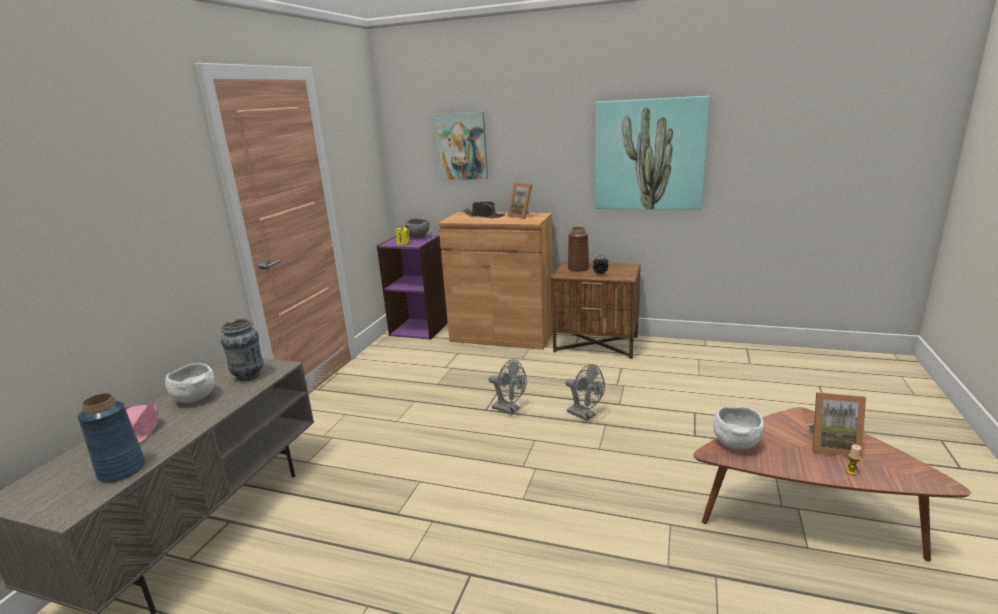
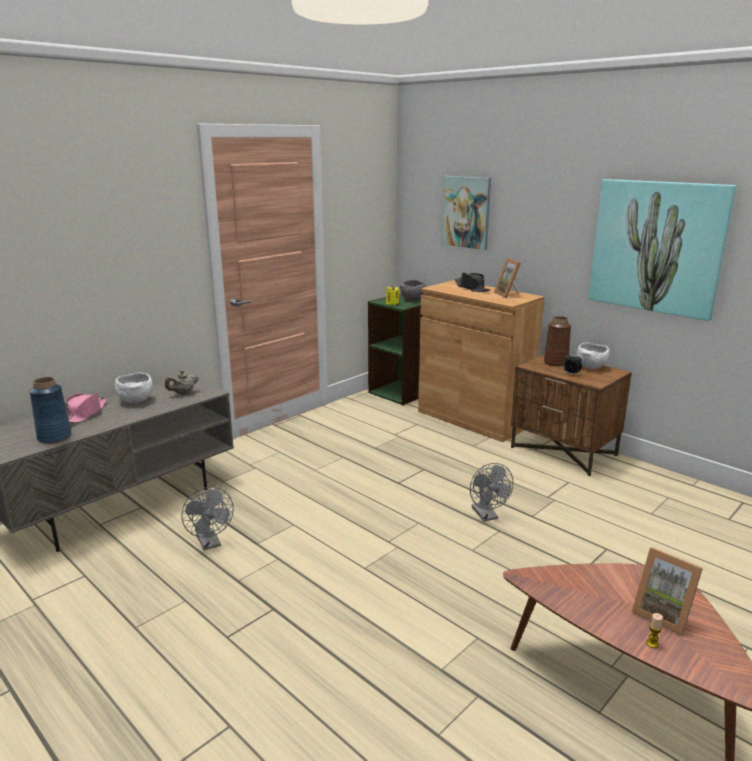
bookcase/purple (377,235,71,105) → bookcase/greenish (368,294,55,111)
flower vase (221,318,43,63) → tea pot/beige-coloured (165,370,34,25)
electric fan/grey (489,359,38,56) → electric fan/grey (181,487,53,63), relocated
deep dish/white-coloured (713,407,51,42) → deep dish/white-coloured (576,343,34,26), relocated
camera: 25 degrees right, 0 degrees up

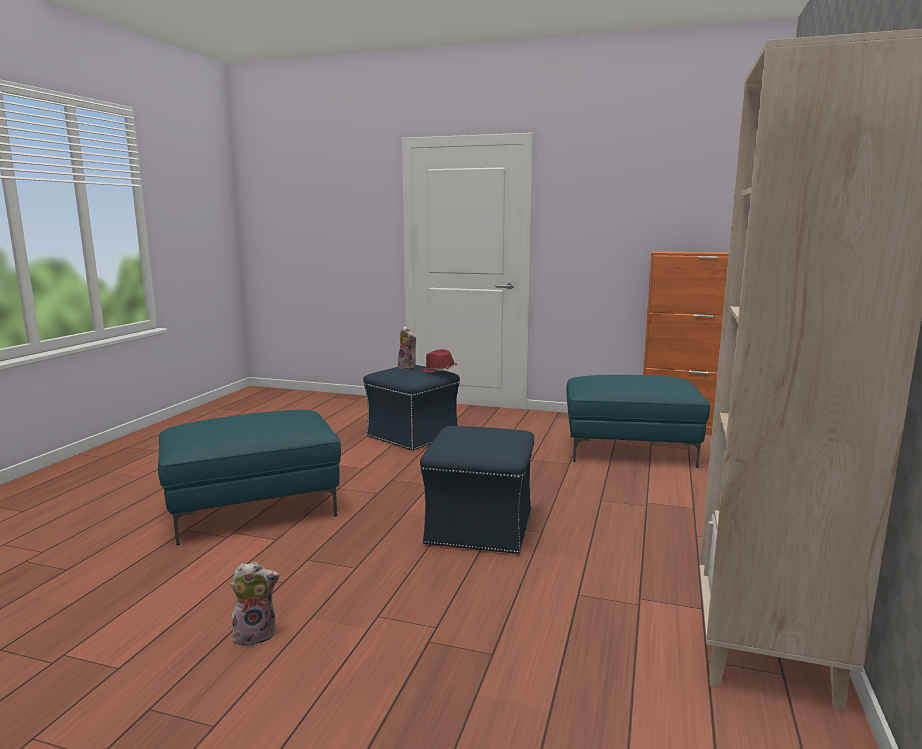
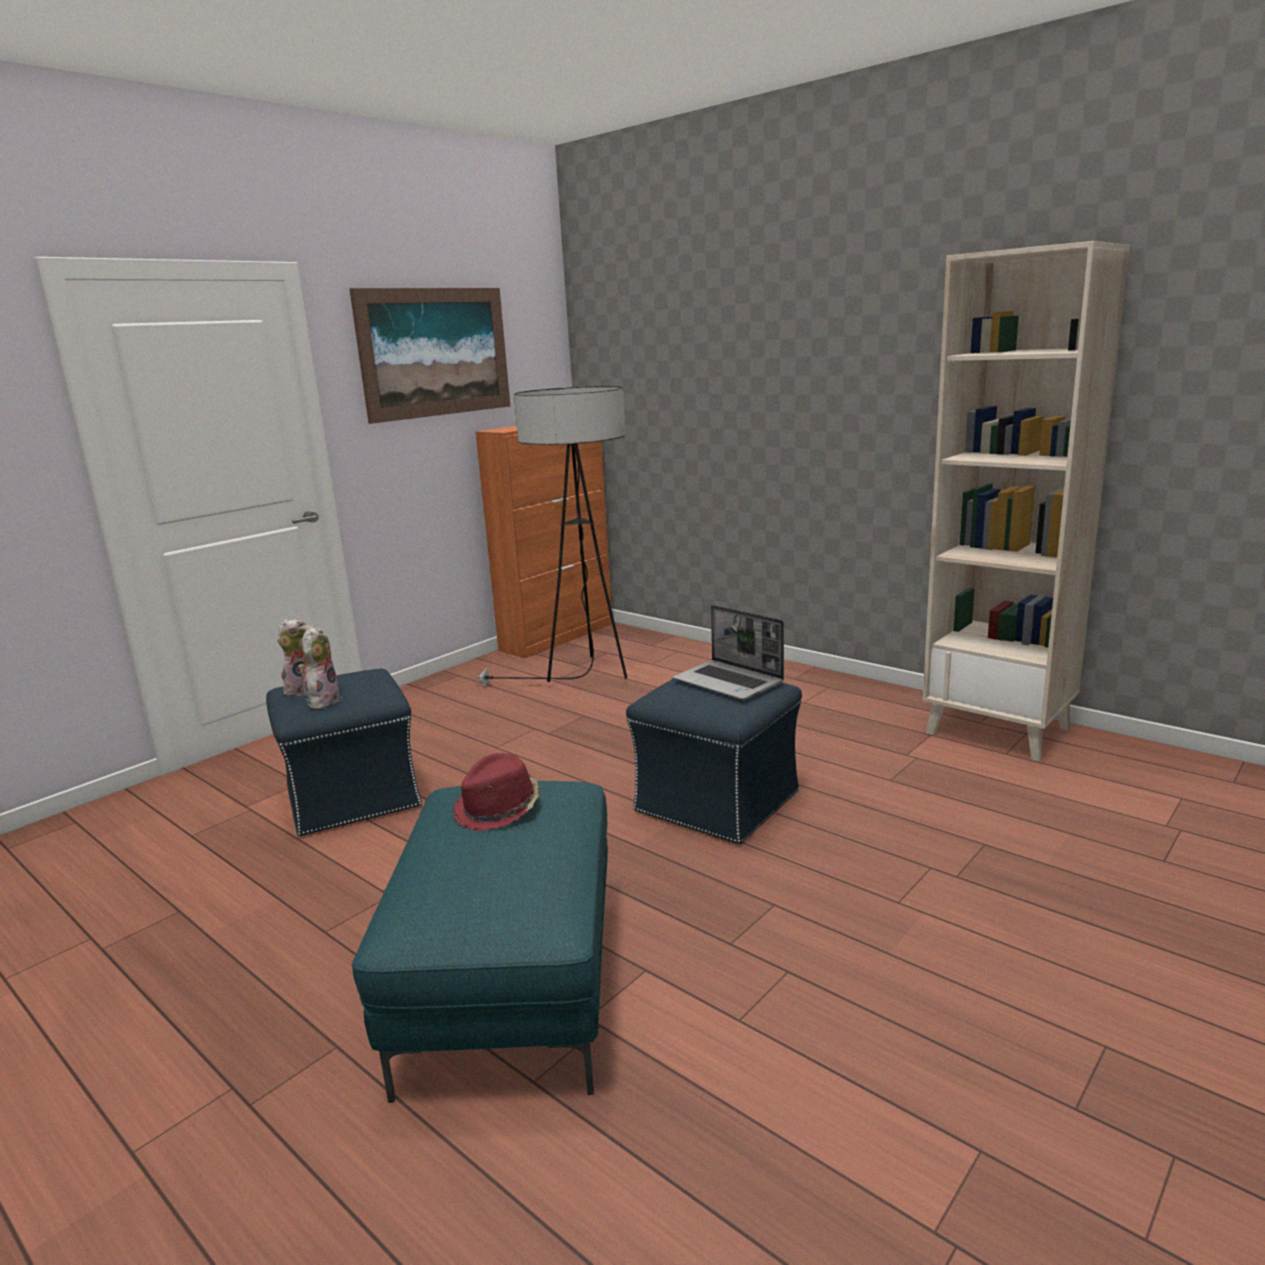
clothing hat/red-coloured (422,349,35,24) → clothing hat/red-coloured (453,753,86,78), relocated
footrest/turquoise (566,375,144,93) → standing lamp (475,386,152,301)
cuddly toy (231,562,48,84) → cuddly toy (298,626,43,83), relocated
- → wall art (349,288,161,136)
- → laptop (673,605,111,95)
camera: 65 degrees left, 5 degrees up

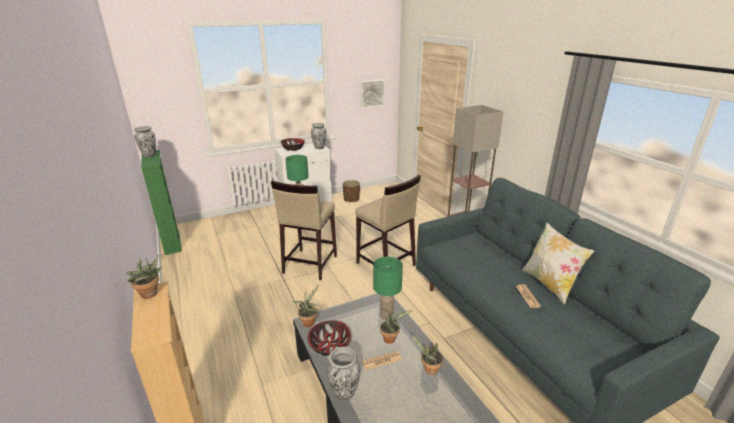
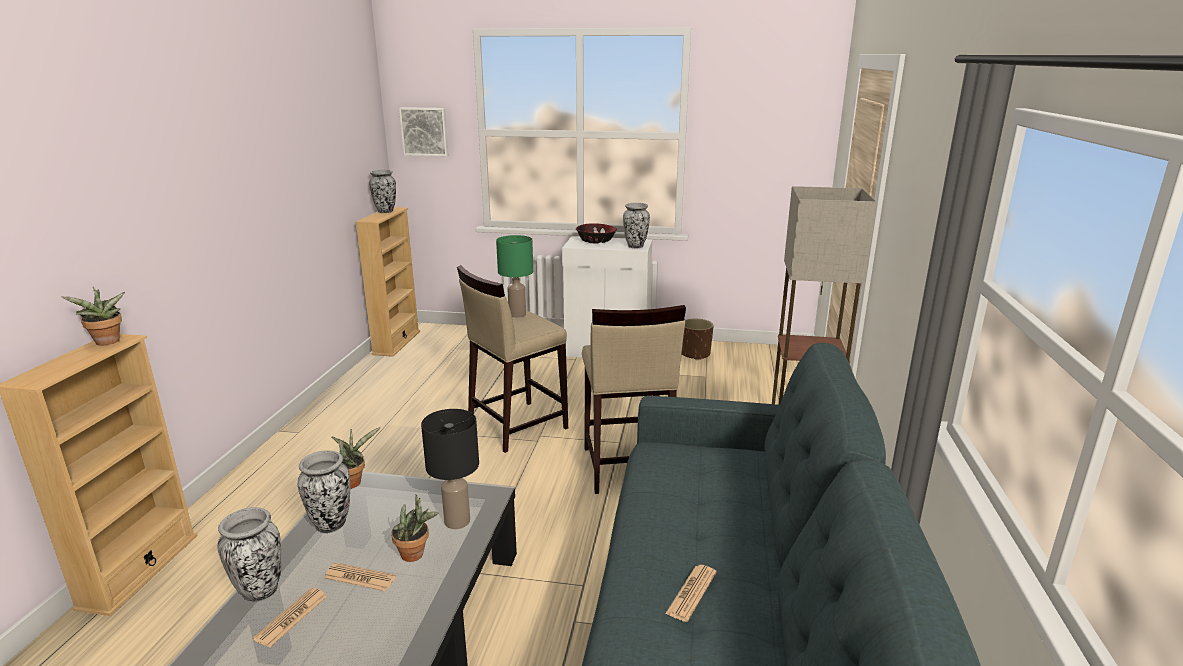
wall art (360,79,25,29) → wall art (399,107,50,49), relocated
bookcase/greenish (141,150,41,105) → bookcase/beige-coloured (355,207,65,150)
pillow (522,223,72,82) → -
table lamp/greenish (373,257,30,63) → table lamp/black (421,409,58,120)
deep dish (307,320,44,36) → flower vase (298,450,52,83)
houseplant (410,333,33,42) → -
- → newspaper (253,588,75,60)
camera: 35 degrees right, 5 degrees down

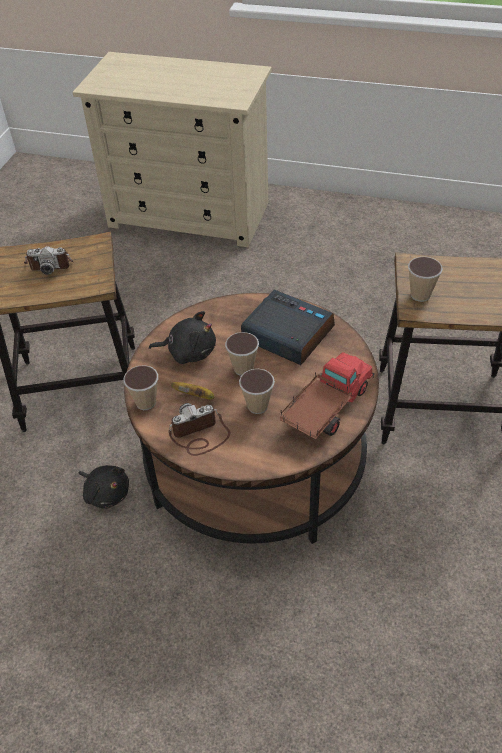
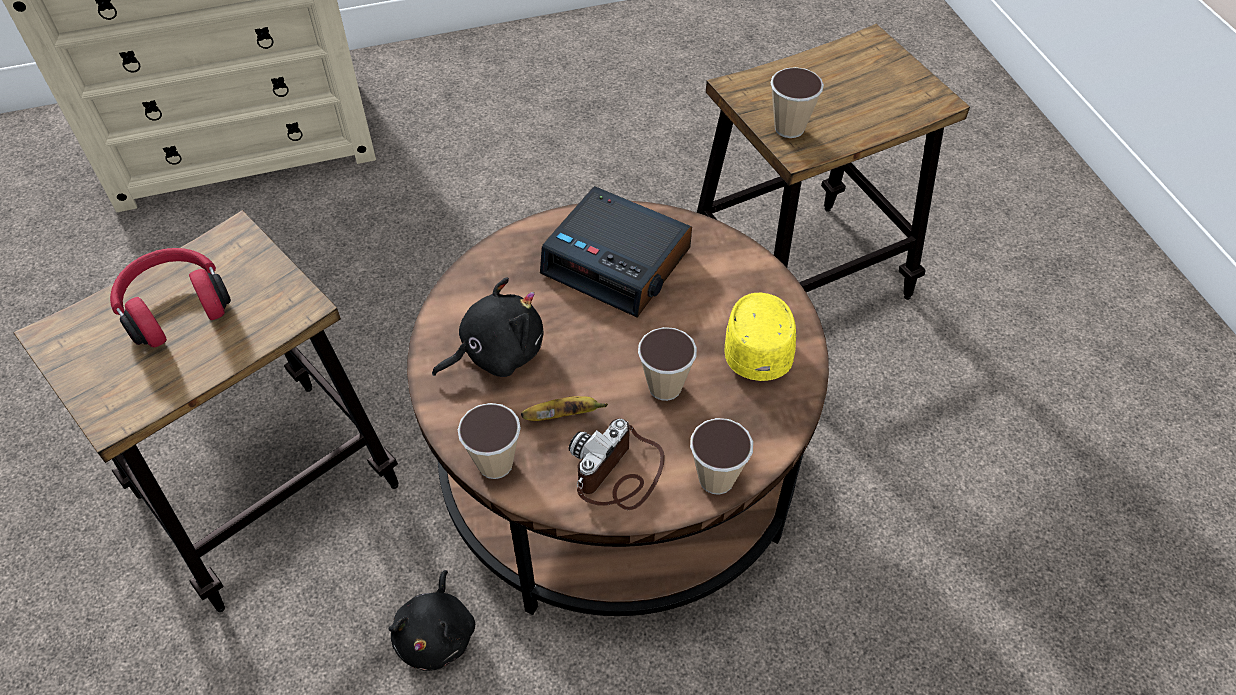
still camera (24,246,49,29) → headset/red-coloured (110,248,121,100)
table clock (241,290,94,75) → table clock (540,186,152,132), 150 degrees counterclockwise
small cup (225,332,34,44) → small cup (690,418,63,77), relocated
toy truck (280,352,95,87) → baseball cap/yellowish (725,293,71,88)
cuddly toy/black (79,465,50,44) → cuddly toy/black (389,570,86,101), 90 degrees clockwise
camera: 35 degrees left, 5 degrees up

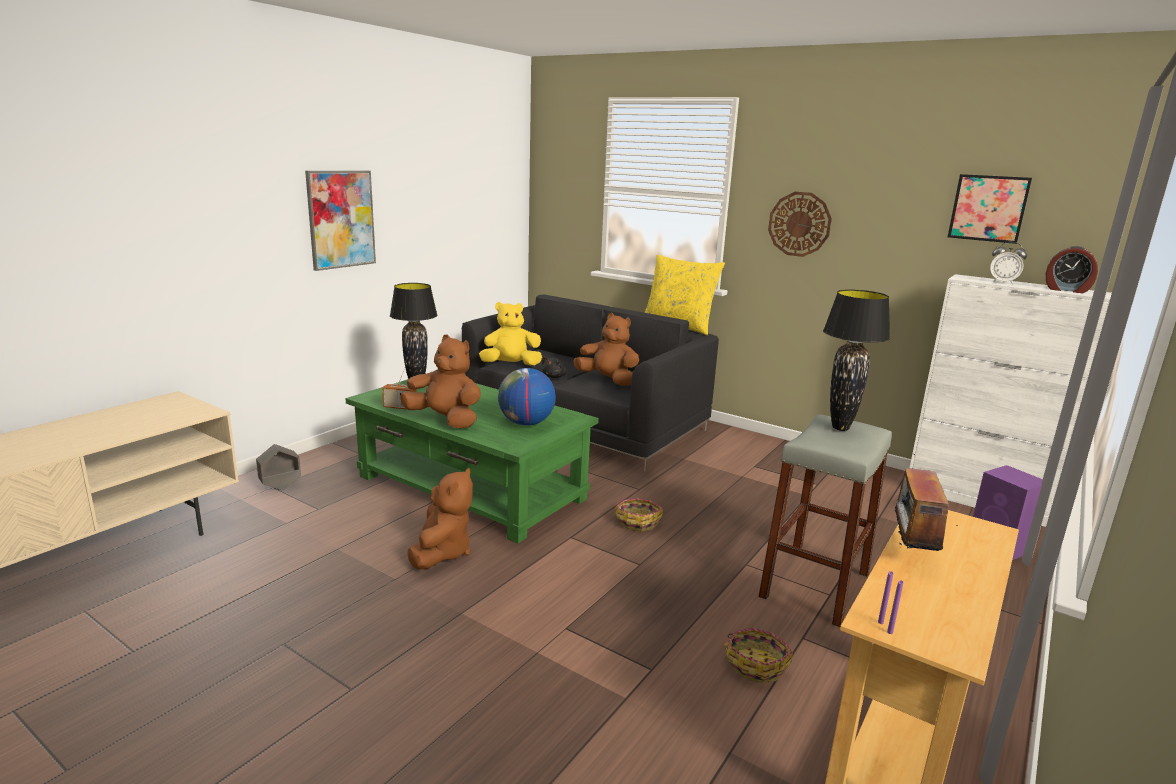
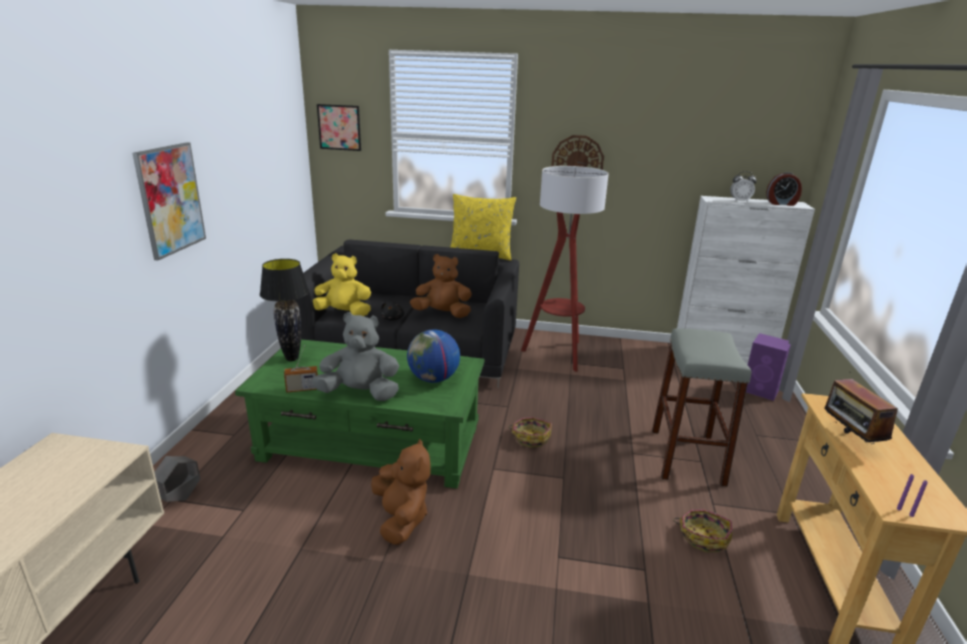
wall art (948,174,84,70) → wall art (317,104,44,47), relocated
table lamp/black (823,290,68,141) → -
cuddly toy/yellowish (479,302,63,63) → cuddly toy/yellowish (313,253,58,63), 45 degrees clockwise
cuddly toy/brownish (400,335,81,93) → cuddly toy/grey (312,312,87,89)
- → standing lamp (521,166,88,206)
camera: 25 degrees left, 5 degrees up

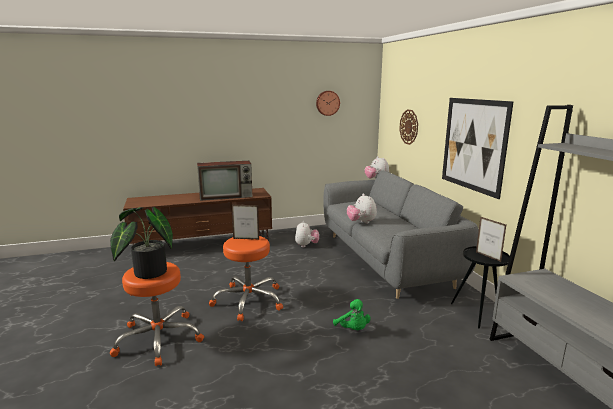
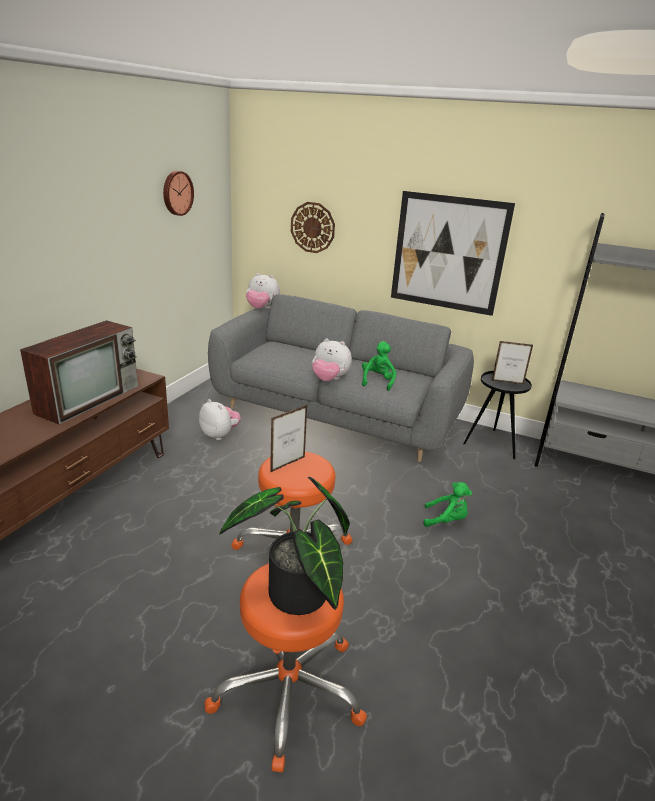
- → cuddly toy/greenish (362,341,34,50)
camera: 50 degrees left, 10 degrees up

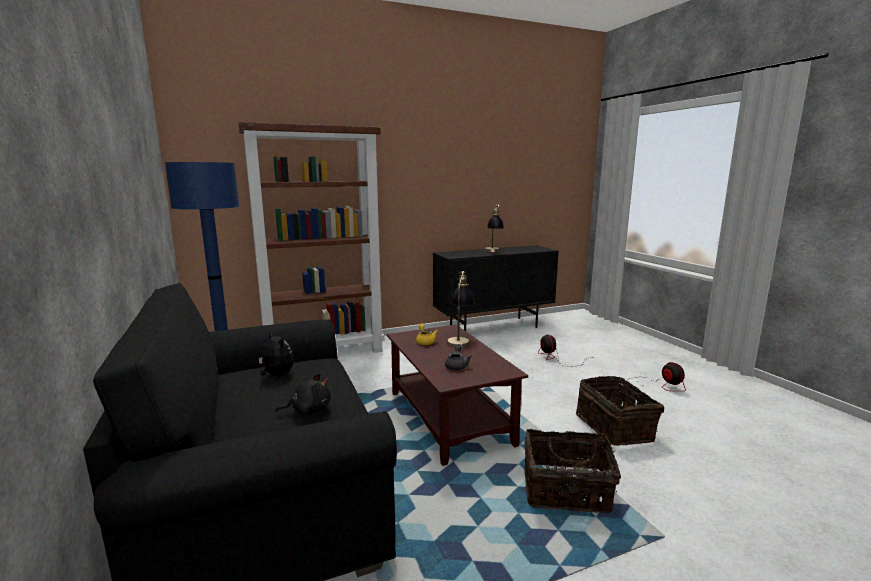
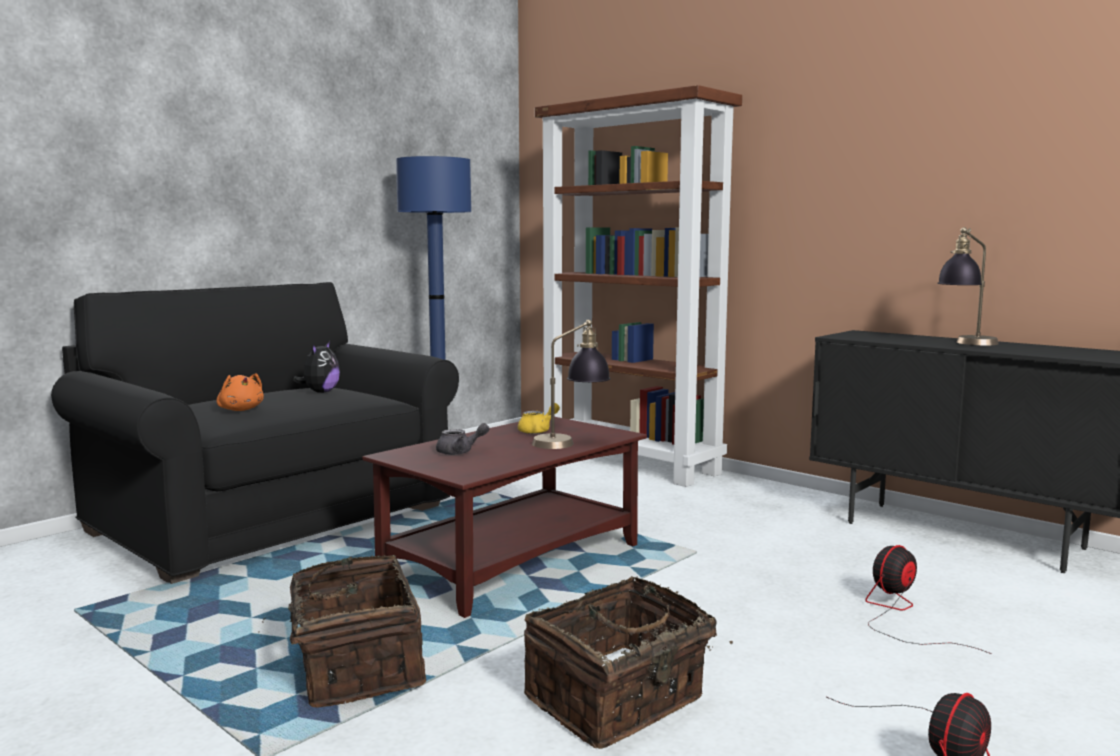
cuddly toy/black (275,373,56,42) → cuddly toy/orange (217,373,47,38)
camera: 65 degrees right, 5 degrees down

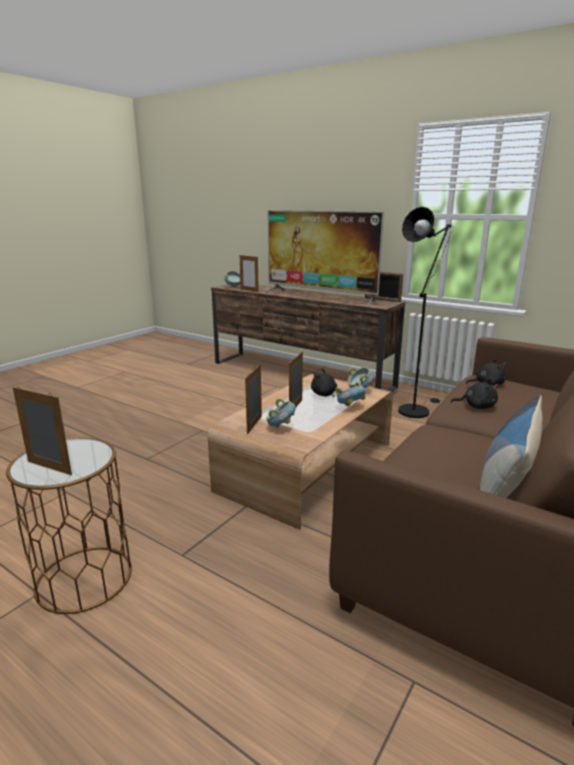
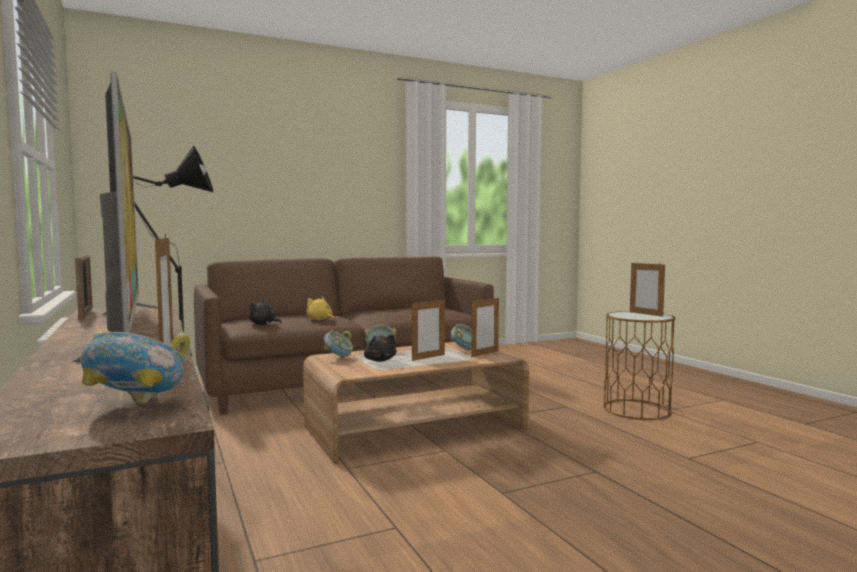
cuddly toy/black (451,379,48,30) → cuddly toy/yellowish (306,297,28,23)
pillow (480,395,63,103) → -
camera: 150 degrees left, 15 degrees down

